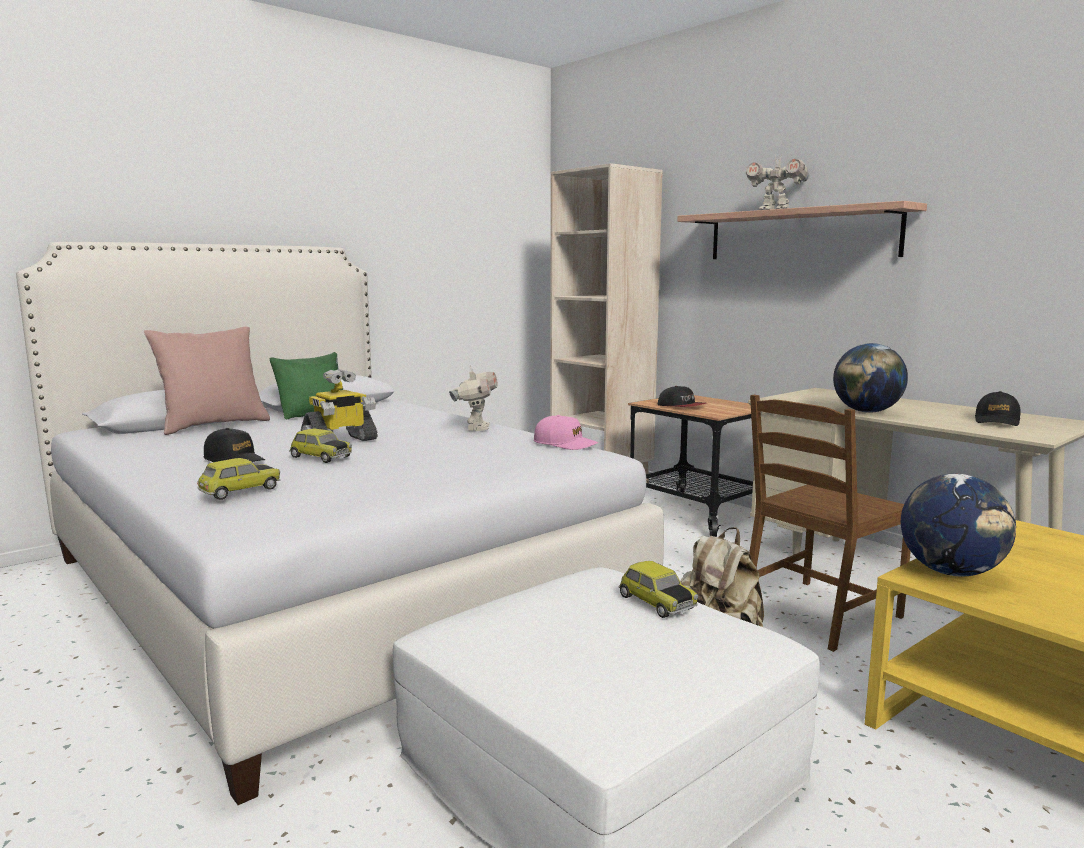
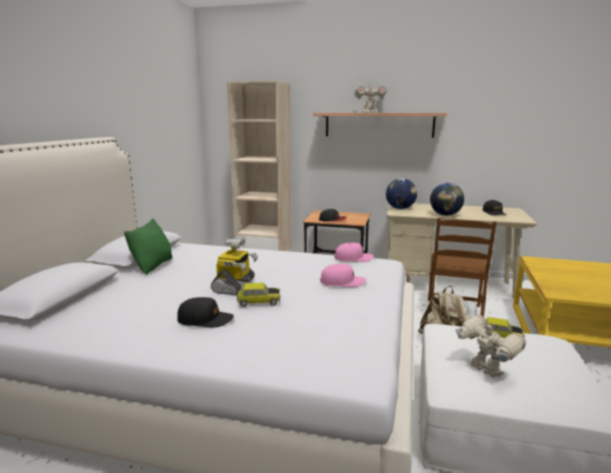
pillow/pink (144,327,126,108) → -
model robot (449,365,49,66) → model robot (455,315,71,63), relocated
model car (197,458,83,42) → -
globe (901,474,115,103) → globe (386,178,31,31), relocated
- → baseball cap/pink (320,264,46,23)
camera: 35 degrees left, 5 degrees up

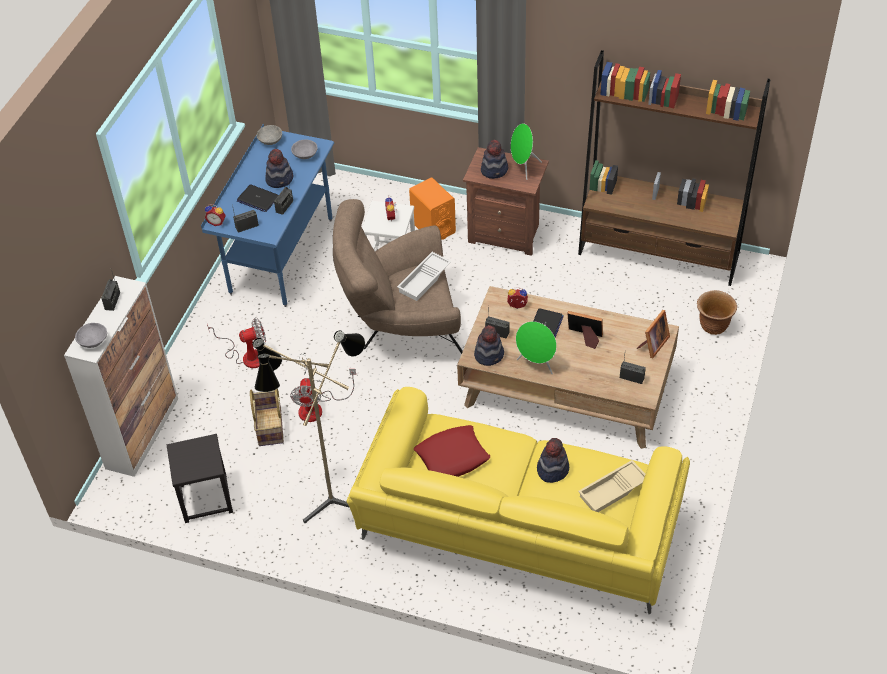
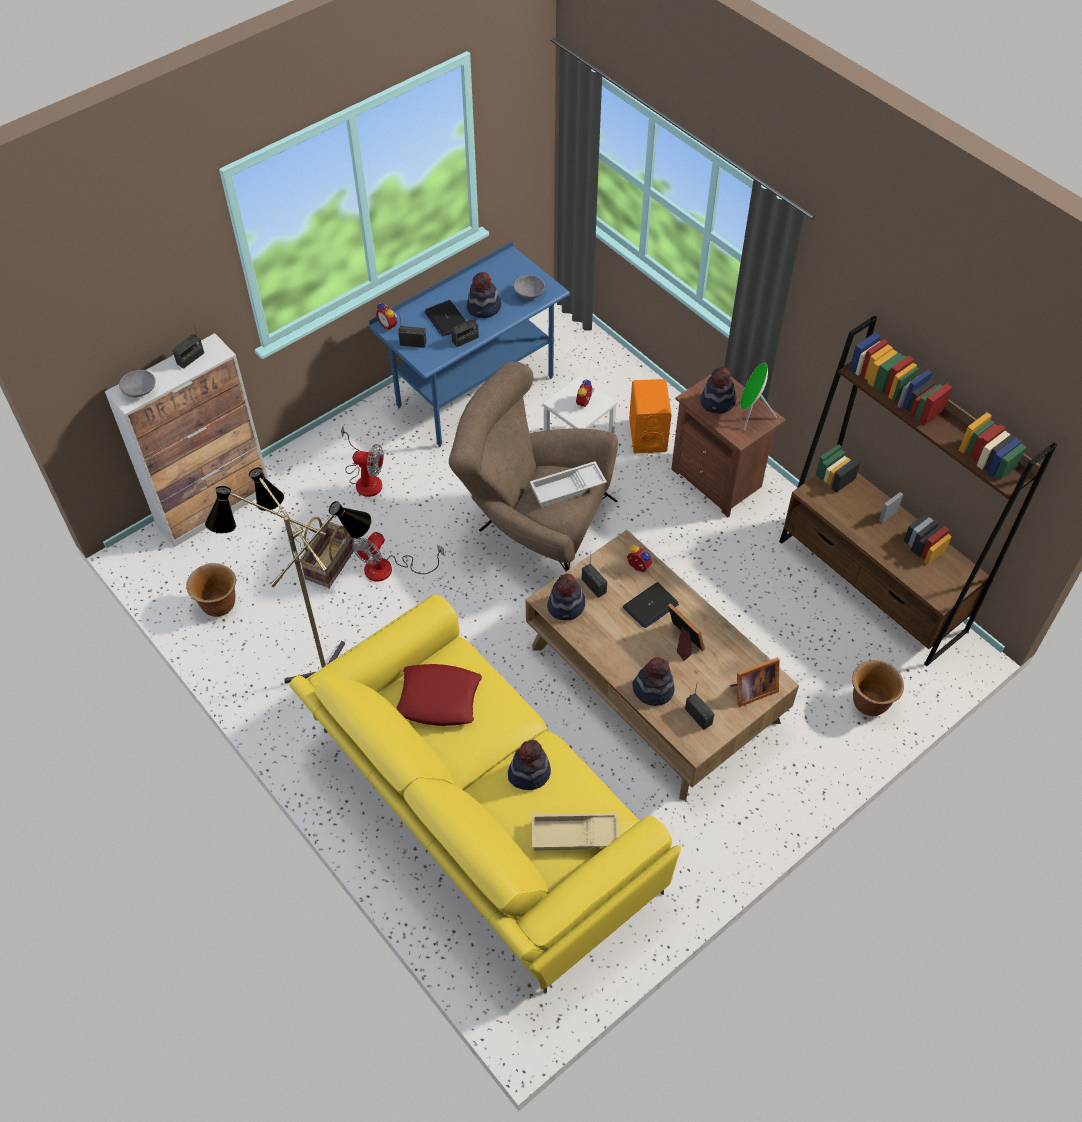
deep dish/grey (257,125,25,20) → -
speaker/greenish (516,321,41,53) → -
sitting stool/black (167,434,66,89) → flower pot/brownish (186,563,50,54)
- → clothing hat (632,657,43,49)
camera: 30 degrees right, 5 degrees up

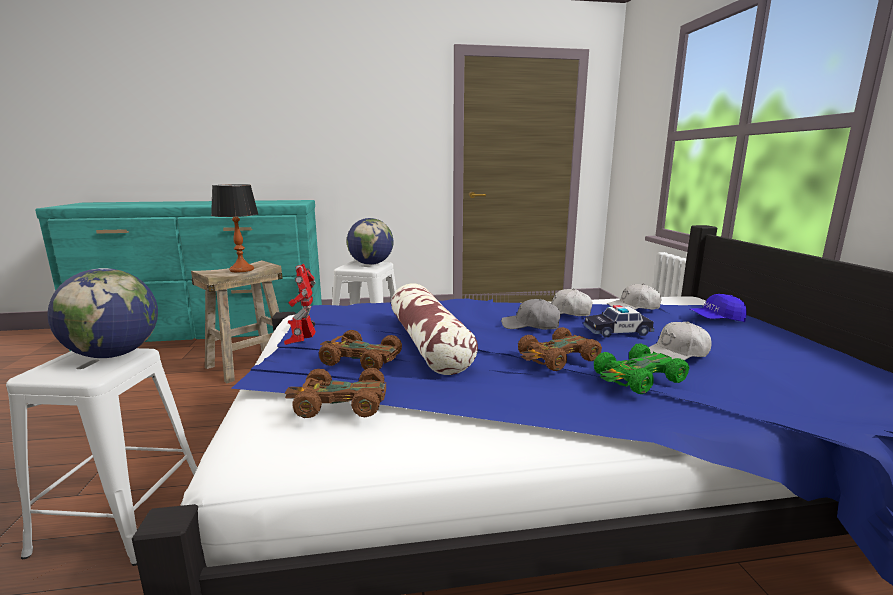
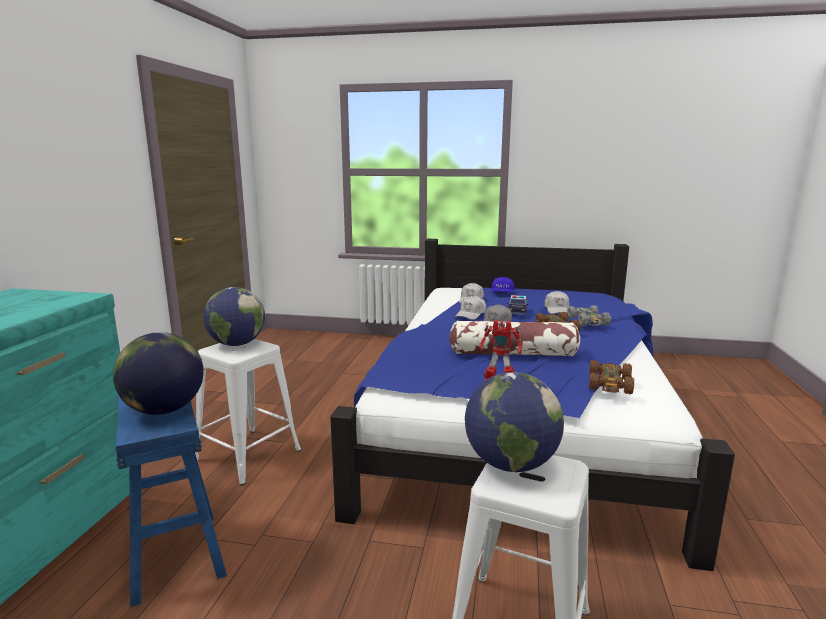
table lamp (211,184,48,88) → globe (113,332,91,83)
sitting stool/beige-coloured (191,260,92,123) → sitting stool/bluish (115,395,112,212)
model car/brownish (319,330,83,40) → -
model car/greenish (594,343,95,51) → model car/grey (567,305,44,21)
camera: 70 degrees left, 0 degrees up

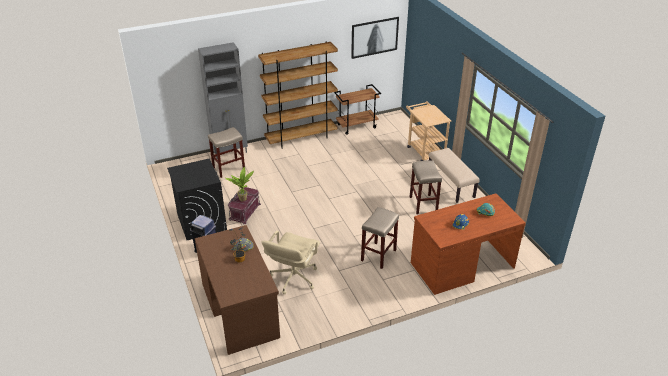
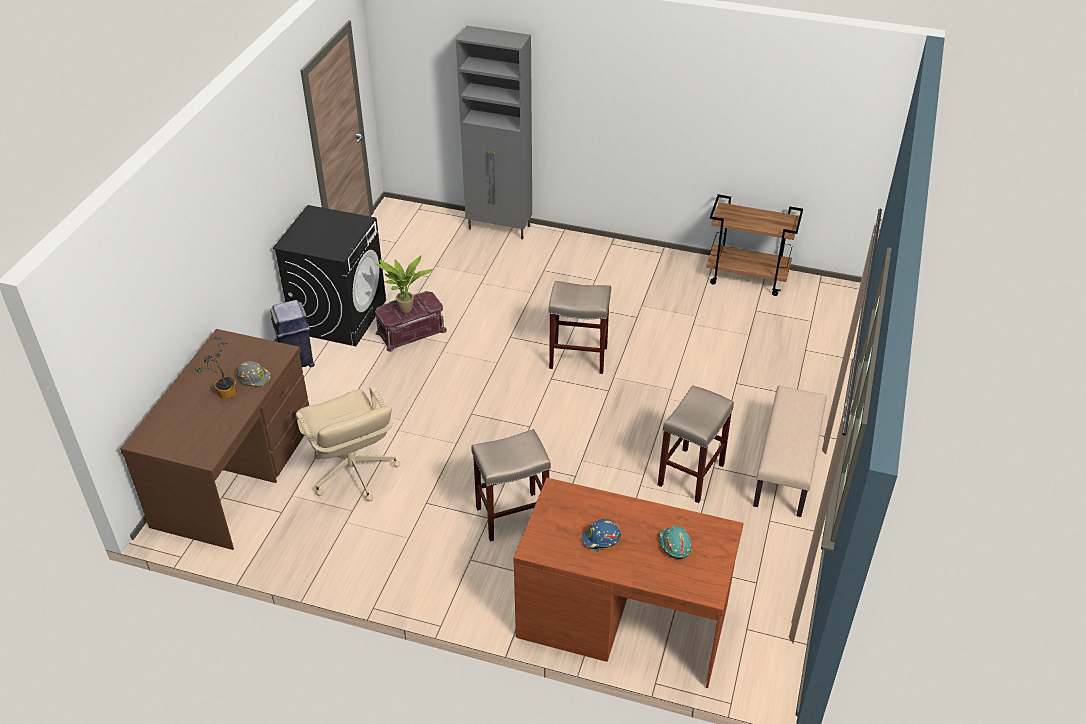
wall art (351,17,48,42) → -
bookcase/brownish (258,41,80,108) → -
wheeled cart/beige-coloured (406,101,45,60) → -
sitting stool/beige-coloured (208,127,37,51) → sitting stool/beige-coloured (548,281,63,93), relocated
office chair/beige-coloured (261,231,59,63) → office chair/beige-coloured (296,386,104,116), 90 degrees counterclockwise
camera: 40 degrees right, 5 degrees up

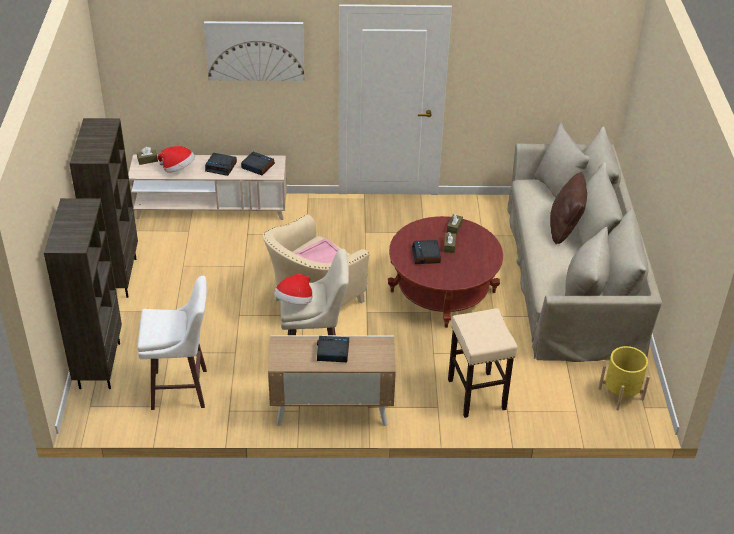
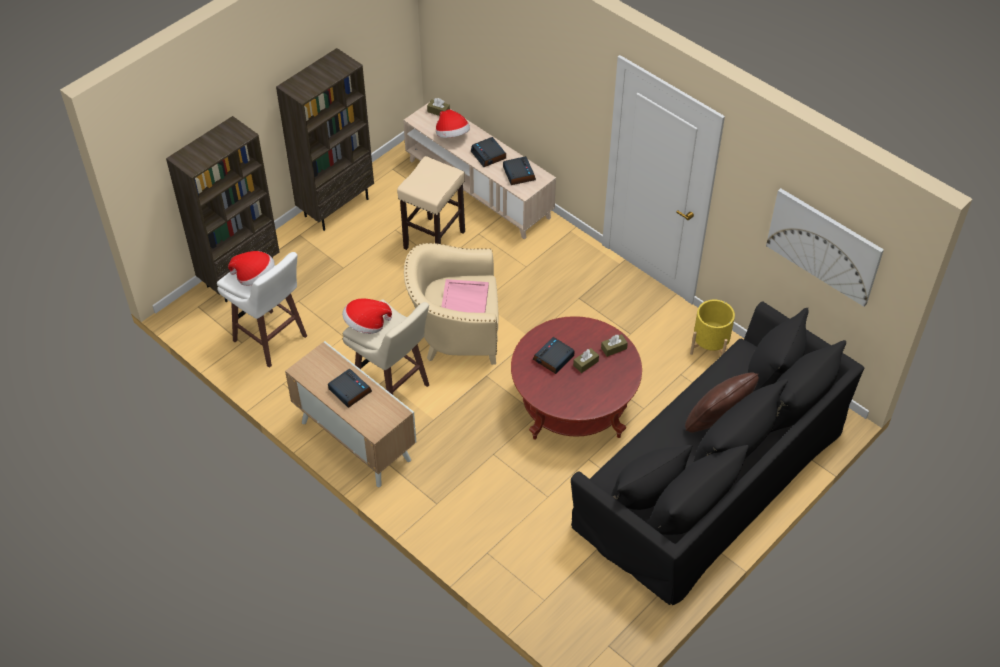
wall art (204,21,100,60) → wall art (766,188,118,119), relocated
settee/beige-coloured (508,123,154,239) → settee/black (571,301,293,304)
sitting stool/beige-coloured (448,308,69,110) → sitting stool/beige-coloured (397,156,68,94), relocated
flower pot/yellowish (598,346,52,64) → flower pot/yellowish (690,300,45,55), relocated
- → clothing hat (228,251,46,35)
camera: 45 degrees right, 10 degrees up

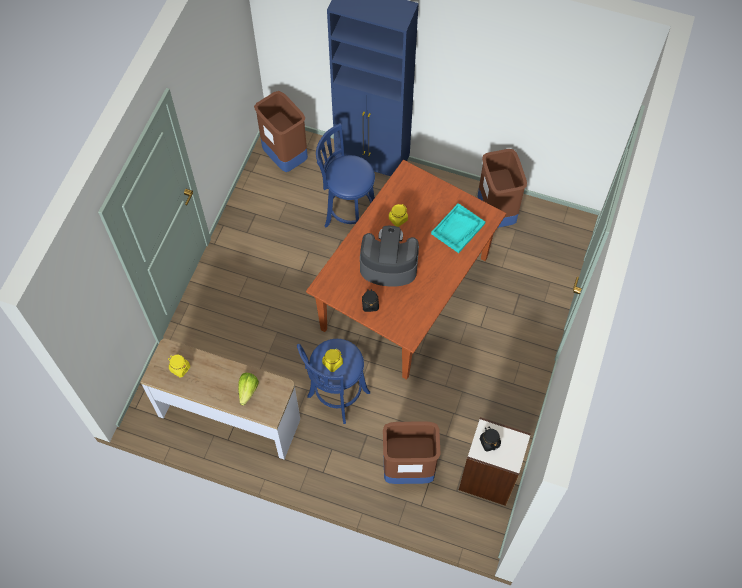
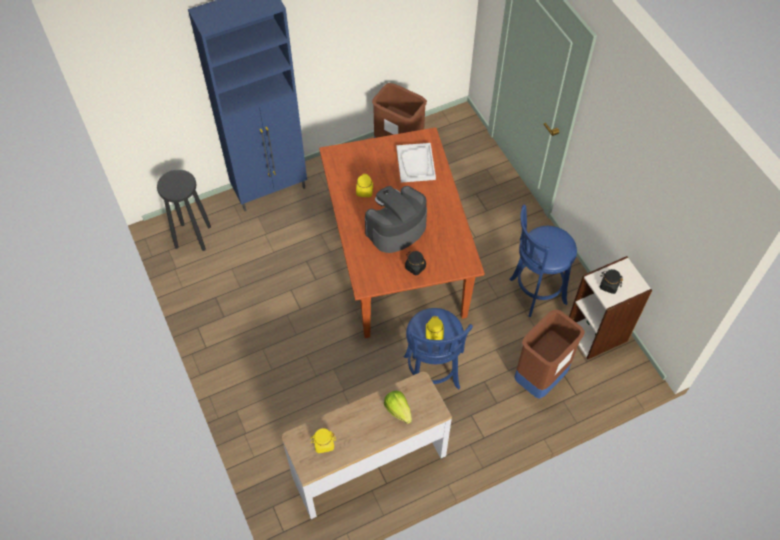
trash can/brownish (254,91,54,81) → sitting stool/black (157,169,54,82)
sitting stool/bluish (316,123,59,105) → sitting stool/bluish (509,204,68,113), relocated
tray/turquoise (431,203,54,50) → tray/white-coloured (396,143,40,40)
camera: 45 degrees left, 5 degrees down

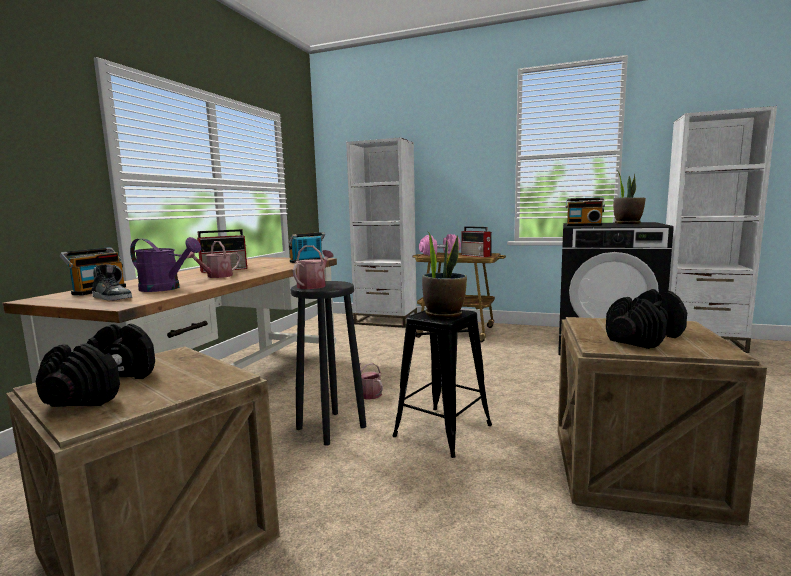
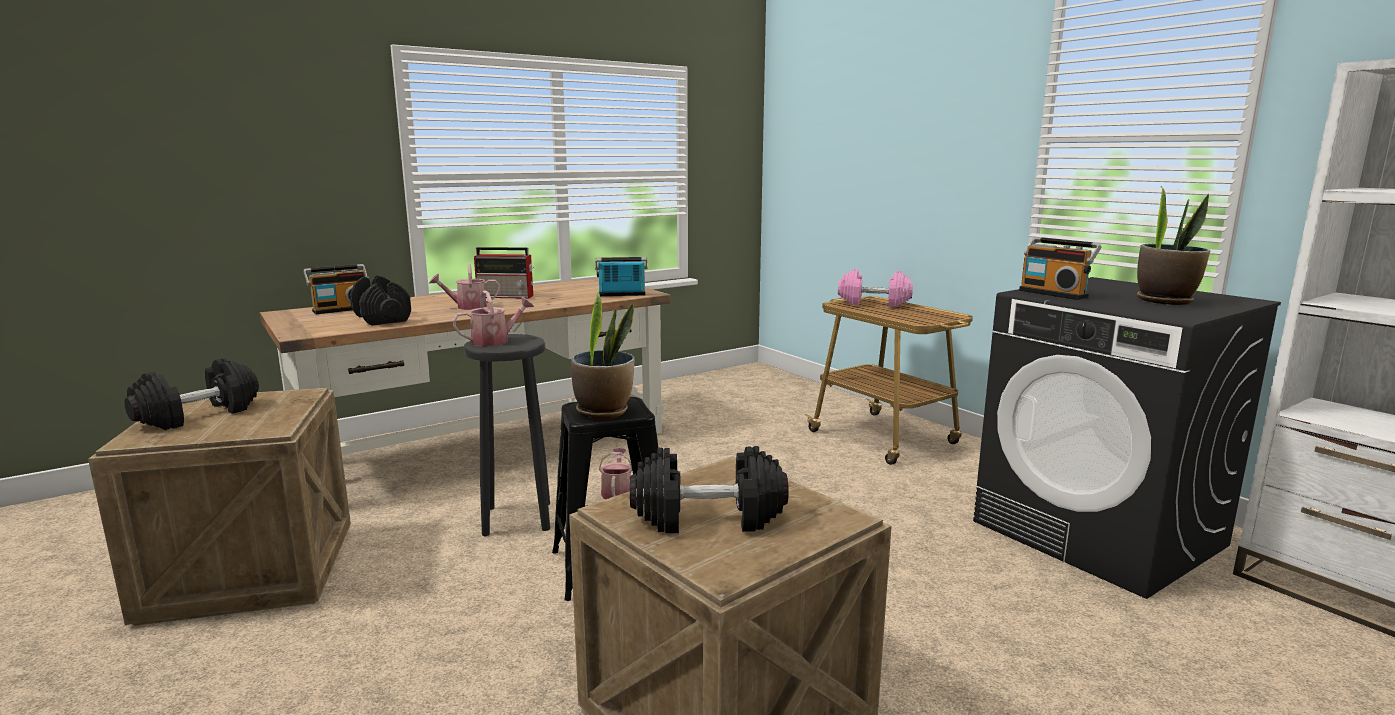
bookcase/white-coloured (346,137,71,191) → -
radio receiver (461,226,31,31) → -
sprinkling can/purple (130,237,71,55) → dumbbell/black (350,276,61,49)
low shoe (92,265,40,36) → -
camera: 35 degrees right, 5 degrees up

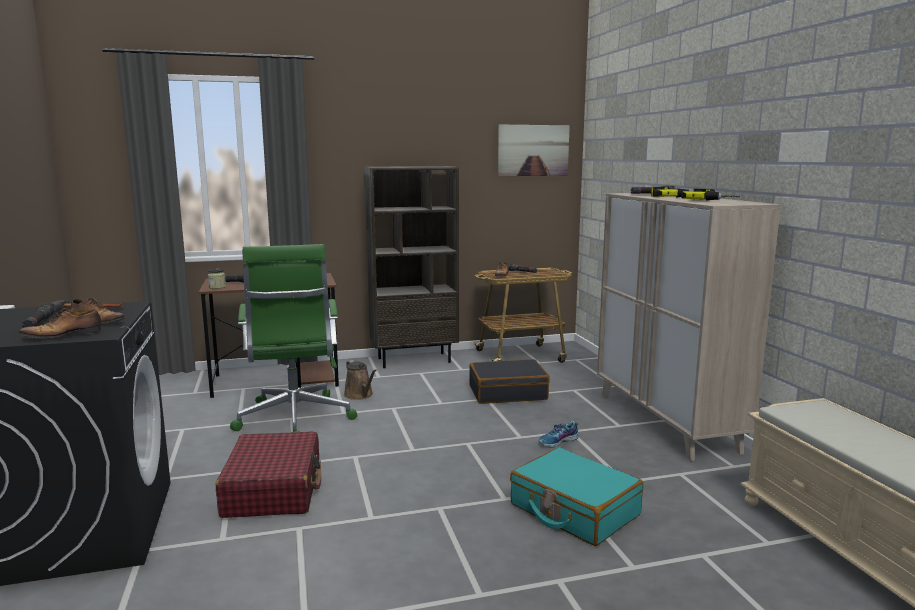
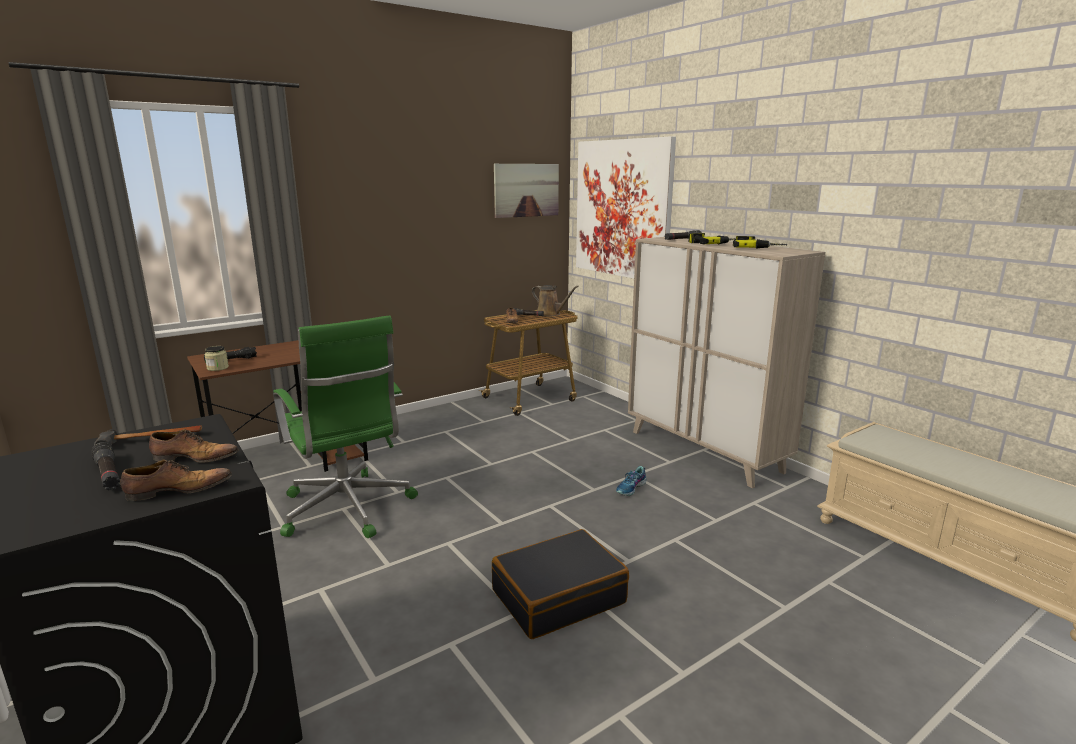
bookcase/brownish (365,166,94,202) → -
low shoe (19,308,82,31) → low shoe (120,460,112,41), 150 degrees counterclockwise
suitcase/black (469,359,81,45) → suitcase/black (492,529,137,110), relocated
sprinkling can/brownish (344,360,33,40) → sprinkling can/brownish (532,285,47,32), relocated
suitcase/red-coloured (216,431,105,87) → -
suitcase/turquoise (510,447,133,99) → -
- → wall art (576,136,100,143)
camera: 20 degrees left, 5 degrees up

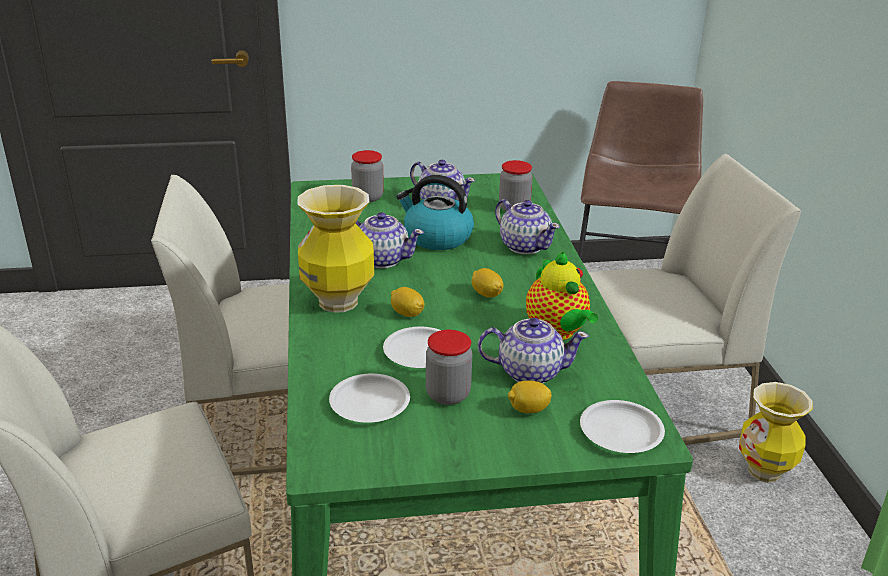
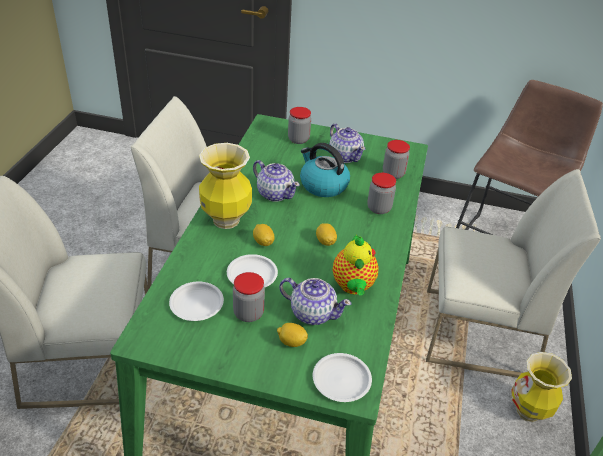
tea pot (495,199,65,55) → storage jar (367,173,29,41)
camera: 20 degrees right, 10 degrees up

